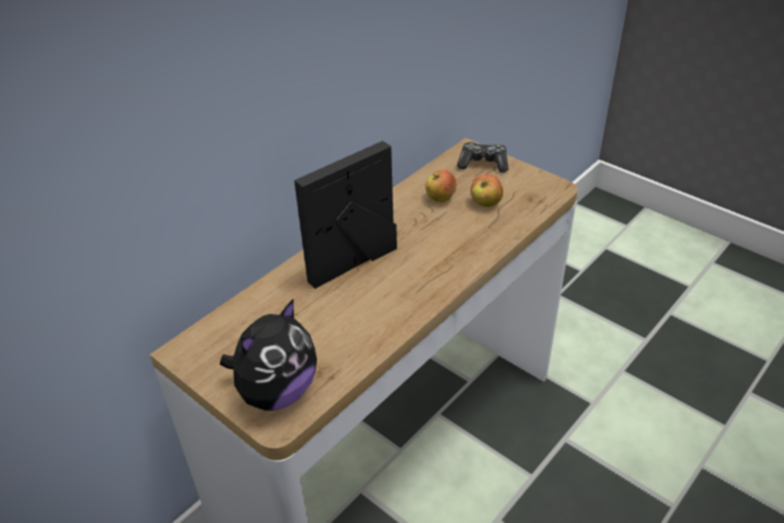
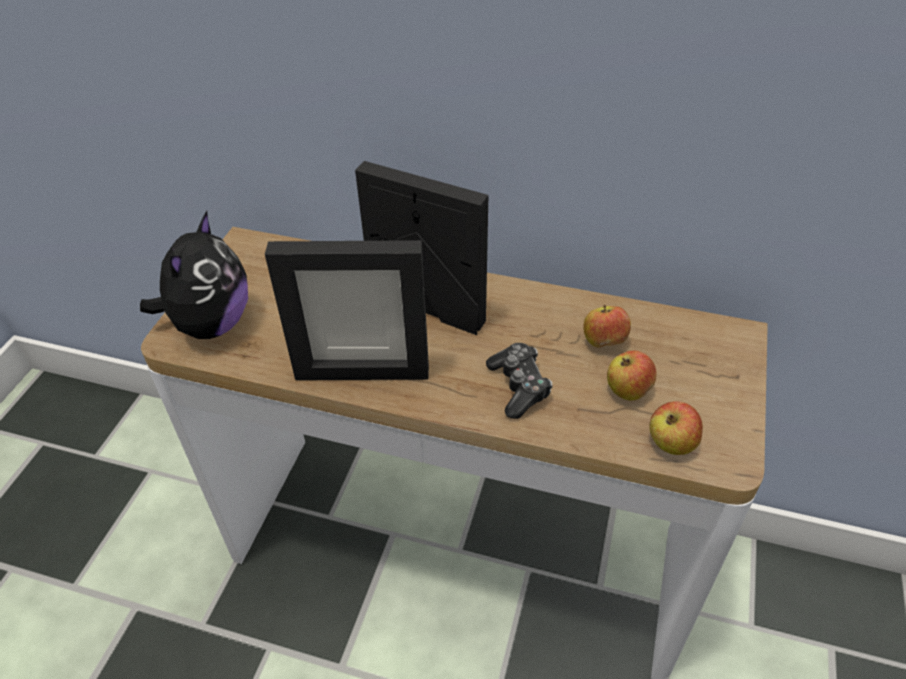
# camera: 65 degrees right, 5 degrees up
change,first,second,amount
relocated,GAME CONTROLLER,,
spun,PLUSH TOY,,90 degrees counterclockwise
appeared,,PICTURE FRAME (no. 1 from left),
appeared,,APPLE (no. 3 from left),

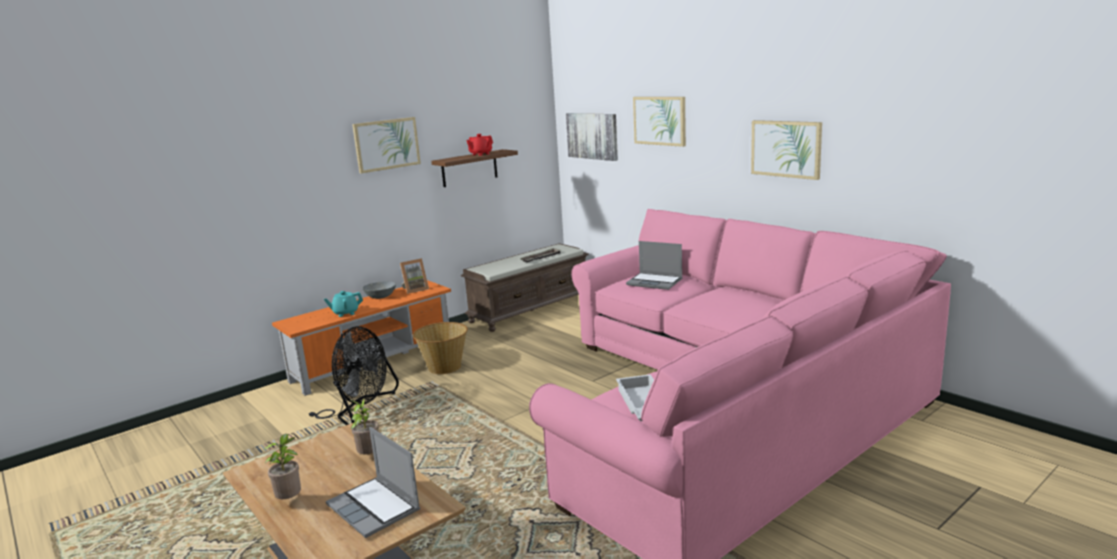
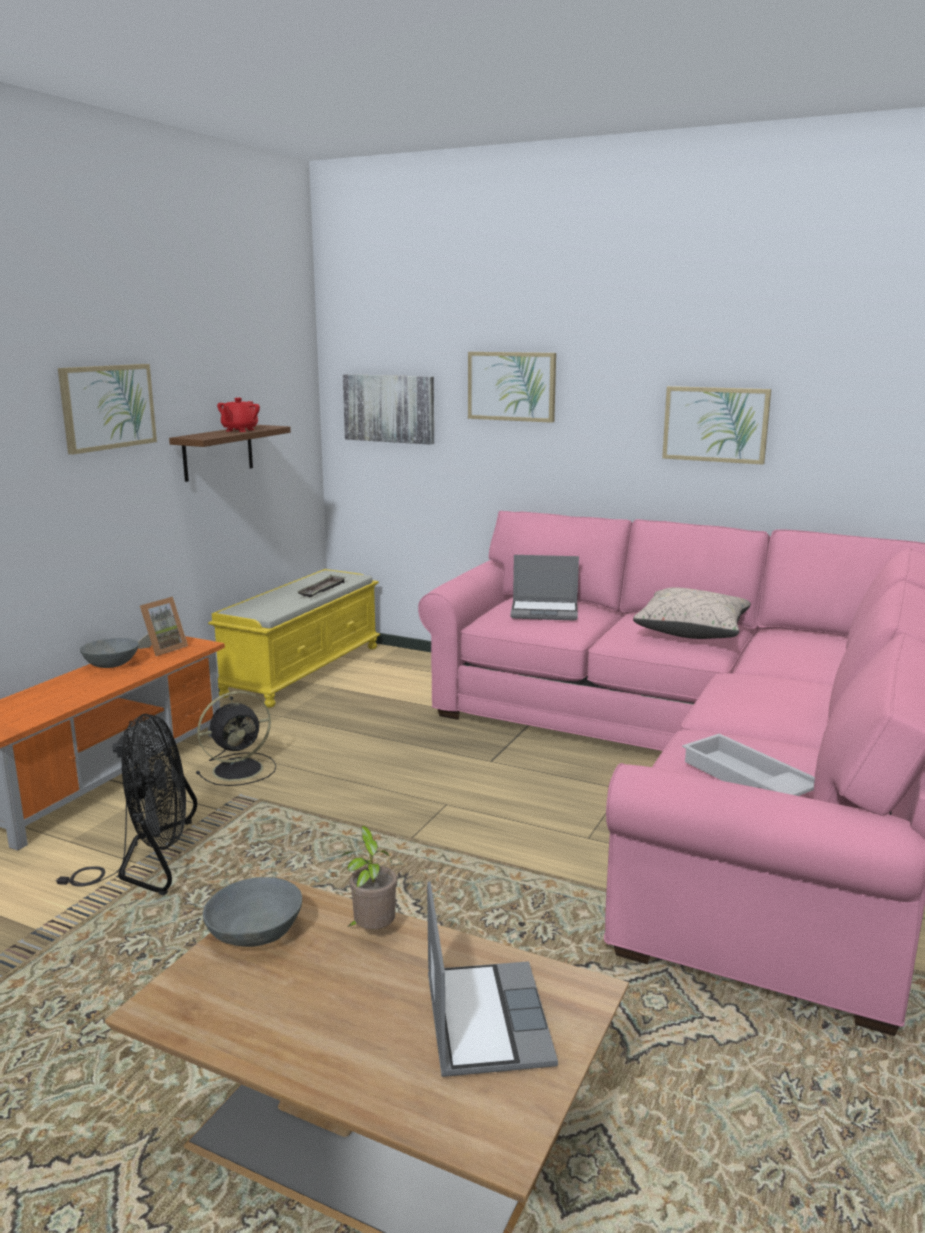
# camera: 25 degrees left, 0 degrees up
change,first,second,amount
colour,BROWN BENCH,YELLOW BENCH,
missing,TURQUOISE TEAPOT,,
exchanged,BASKET,BLACK FAN (no. 2 from left),
spun,LAPTOP (no. 1 from left),,120 degrees counterclockwise
missing,POTTED PLANT (no. 1 from left),,
appeared,,BEIGE PILLOW,
appeared,,GREY BOWL (no. 2 from left),

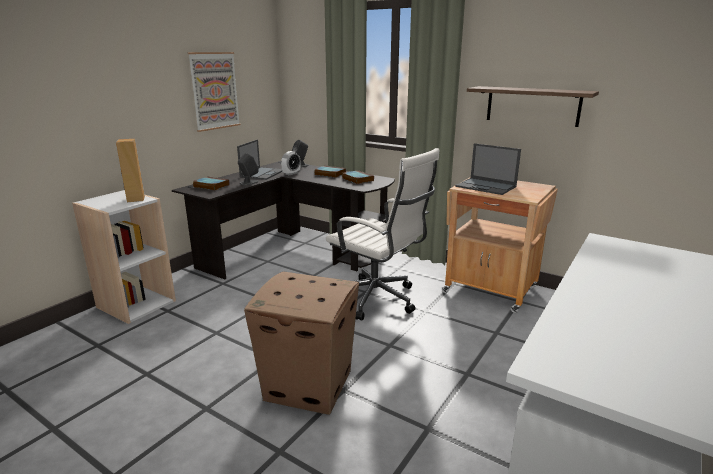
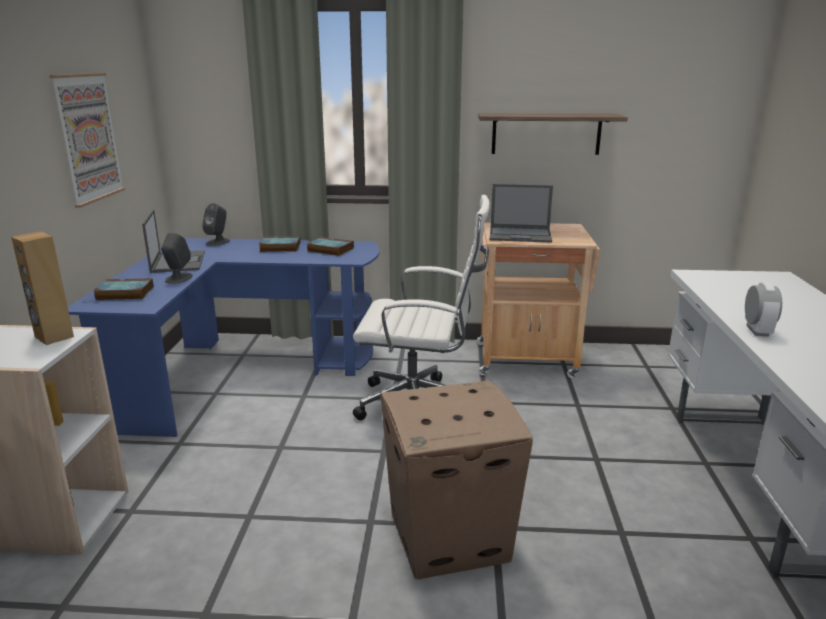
# camera: 30 degrees left, 0 degrees up
change,first,second,amount
relocated,ALARM CLOCK,,
colour,BLACK DESK,BLUE DESK,

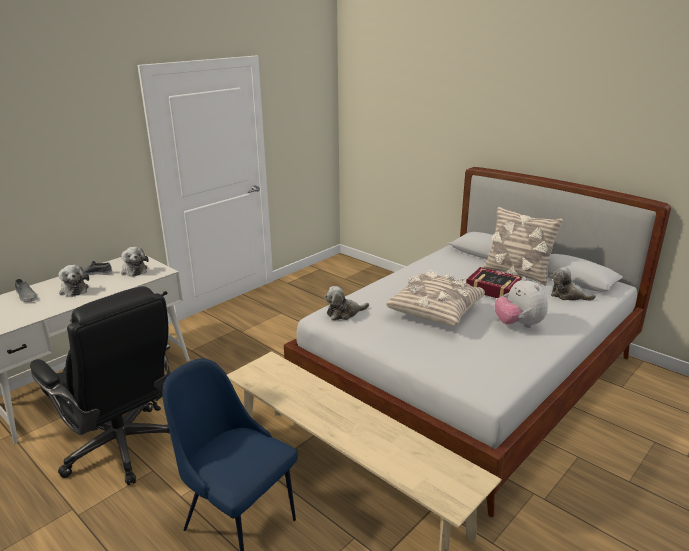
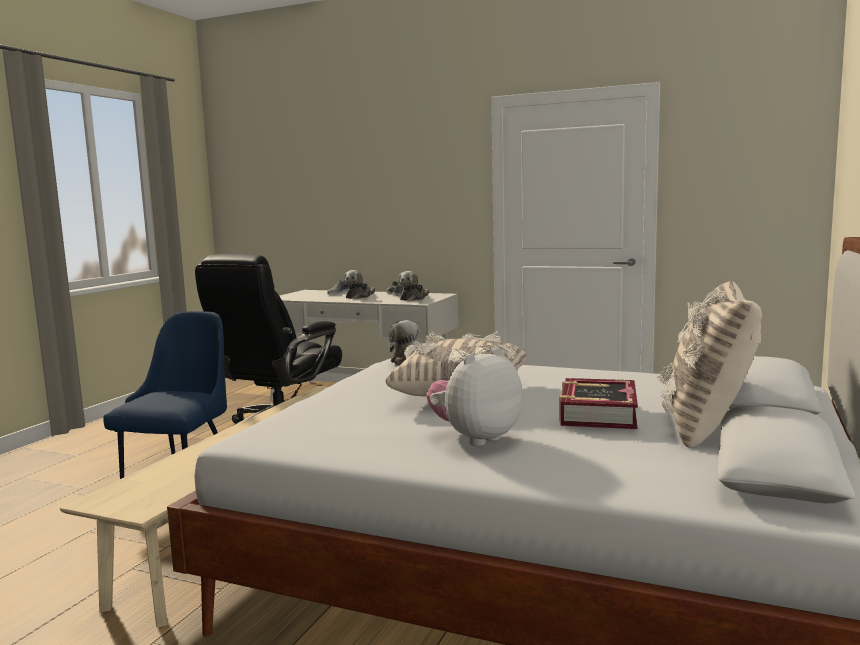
# camera: 70 degrees right, 15 degrees down
change,first,second,amount
missing,PLUSH TOY (no. 5 from left),,

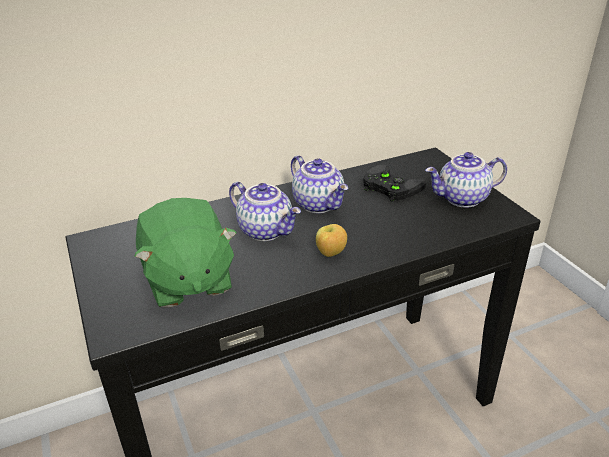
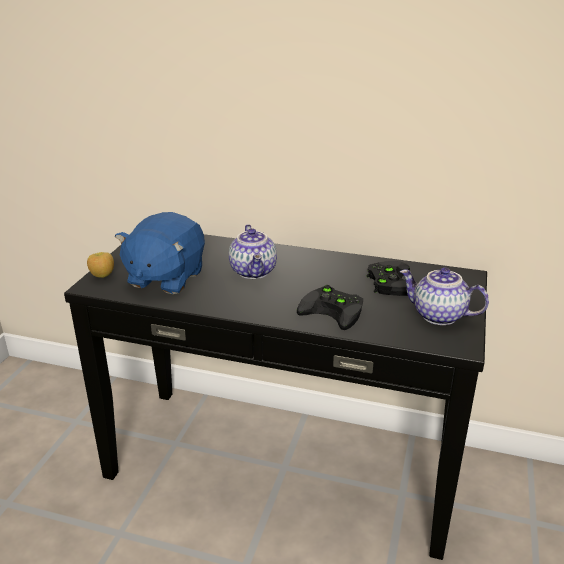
# camera: 40 degrees right, 5 degrees down
change,first,second,amount
missing,TEAPOT (no. 2 from left),,
colour,GREEN PLUSH TOY,BLUE PLUSH TOY,
relocated,APPLE,,
appeared,,BLACK GAME CONTROLLER (no. 1 from left),

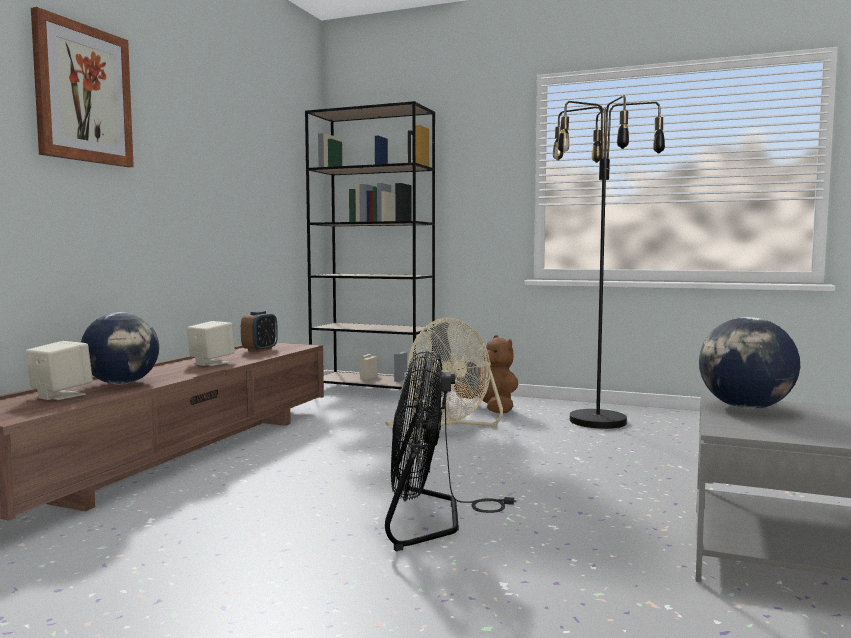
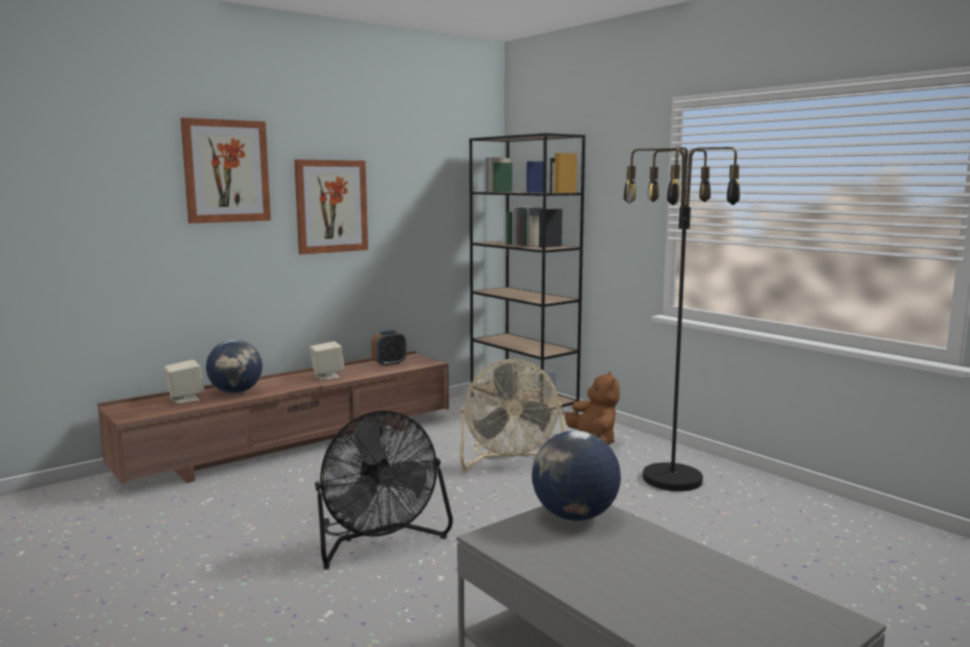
# camera: 30 degrees right, 5 degrees up
change,first,second,amount
spun,BLACK FAN,,150 degrees counterclockwise
appeared,,PICTURE (no. 2 from left),

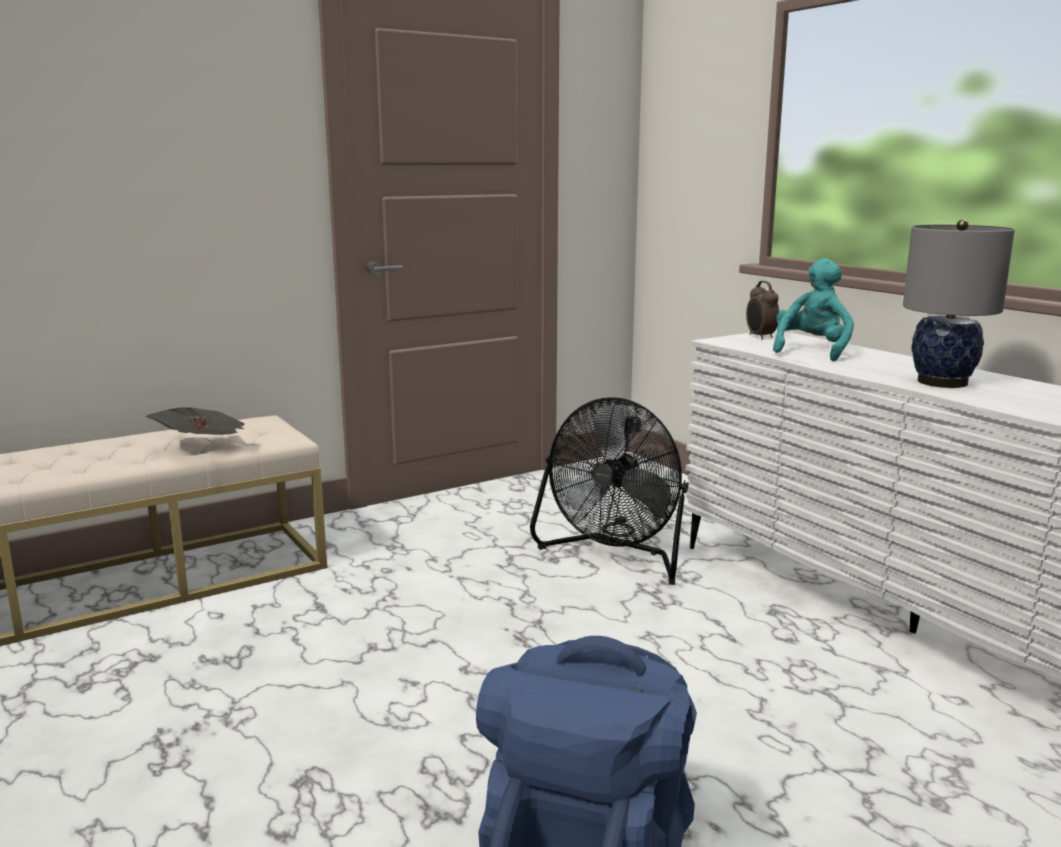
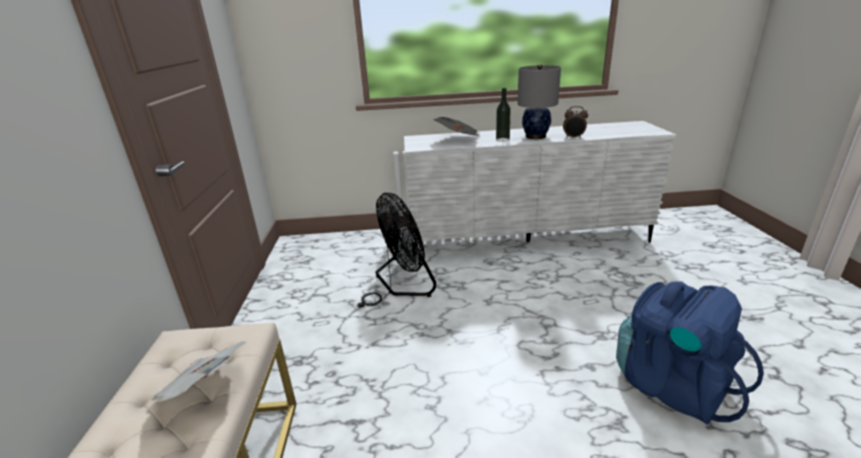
# camera: 60 degrees left, 10 degrees up
change,first,second,amount
exchanged,TURQUOISE PLUSH TOY,NEWSPAPER (no. 2 from left),
relocated,ALARM CLOCK,,
spun,BLACK FAN,,90 degrees counterclockwise
appeared,,BOTTLE,

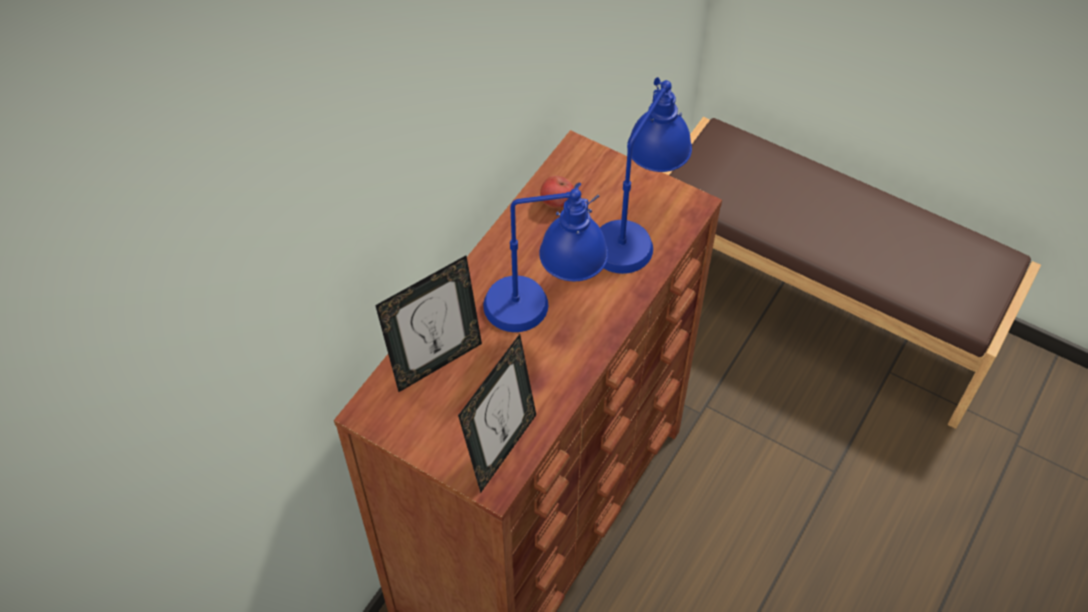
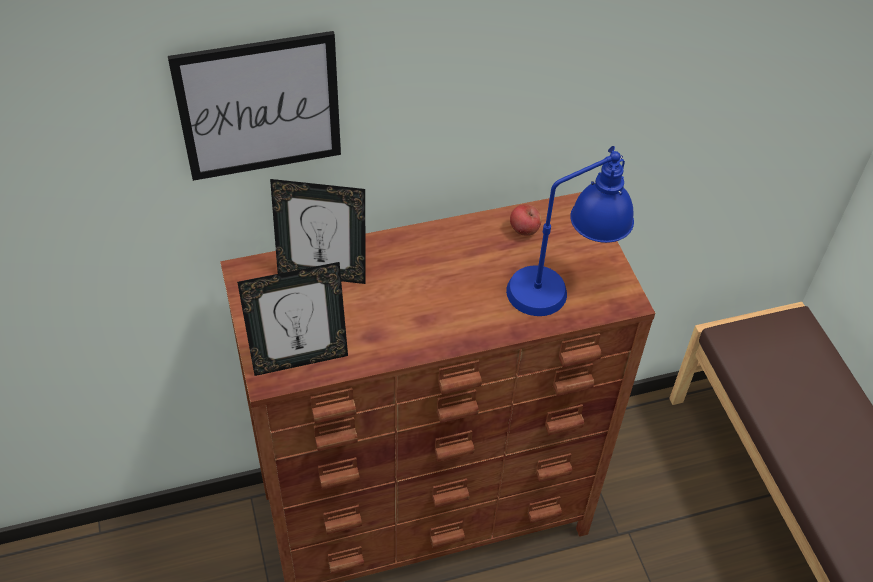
# camera: 40 degrees right, 5 degrees down
change,first,second,amount
missing,BLUE TABLE LAMP (no. 1 from left),,
appeared,,PICTURE,

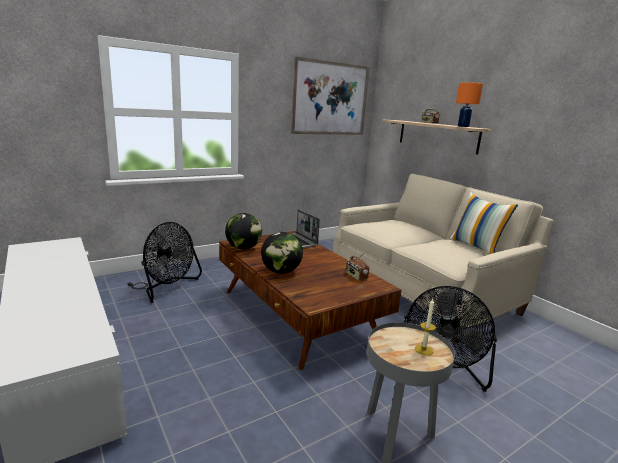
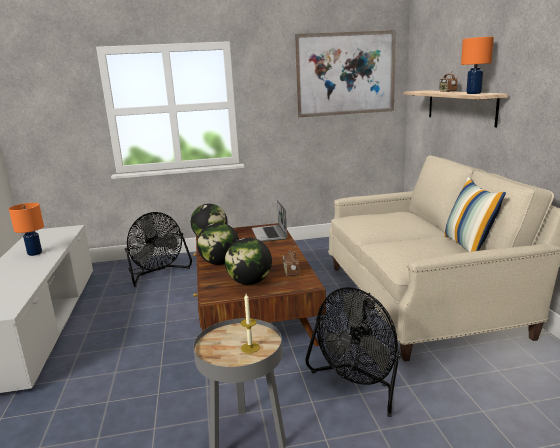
# camera: 25 degrees right, 0 degrees up
change,first,second,amount
appeared,,ORANGE TABLE LAMP (no. 1 from left),
appeared,,GLOBE (no. 3 from left),

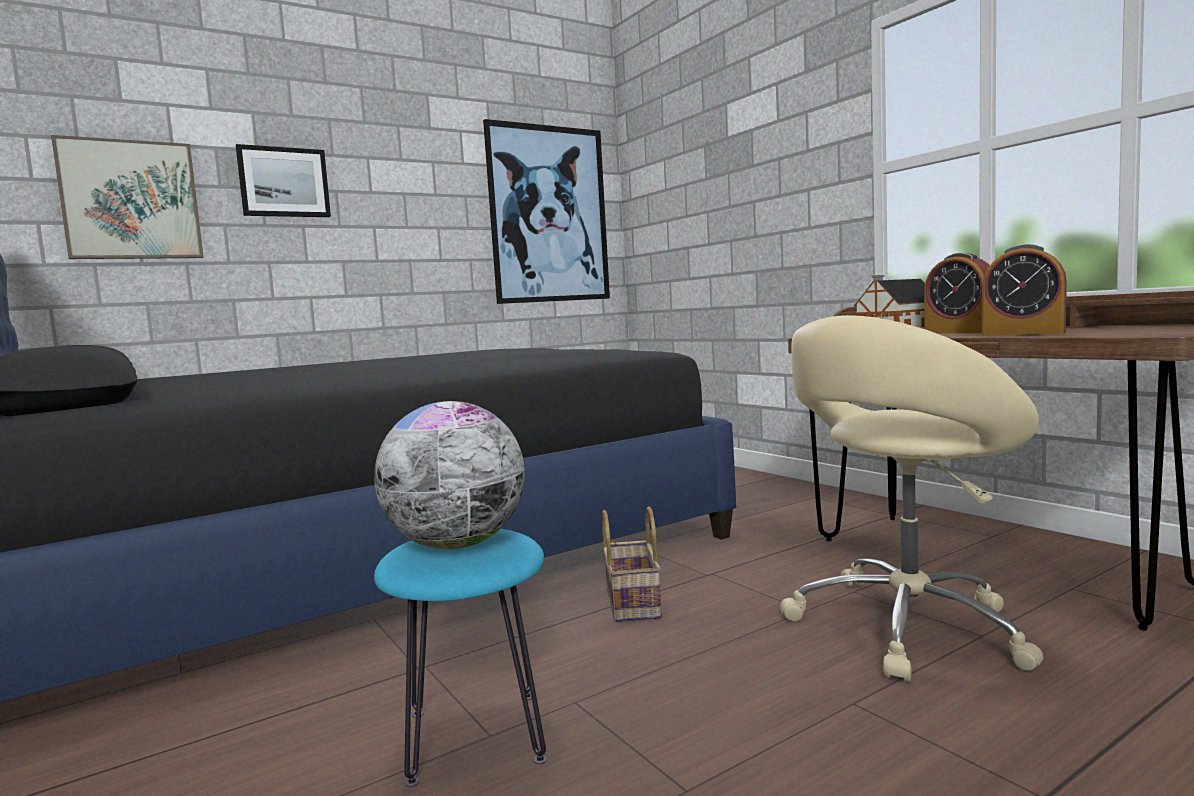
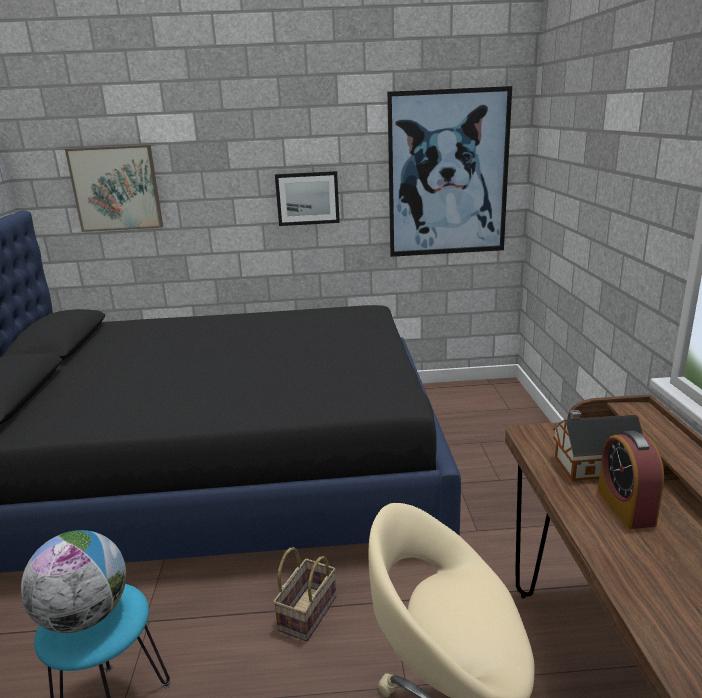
# camera: 30 degrees right, 15 degrees up
change,first,second,amount
relocated,PICTURE (no. 2 from left),,
missing,ALARM CLOCK (no. 2 from left),,

